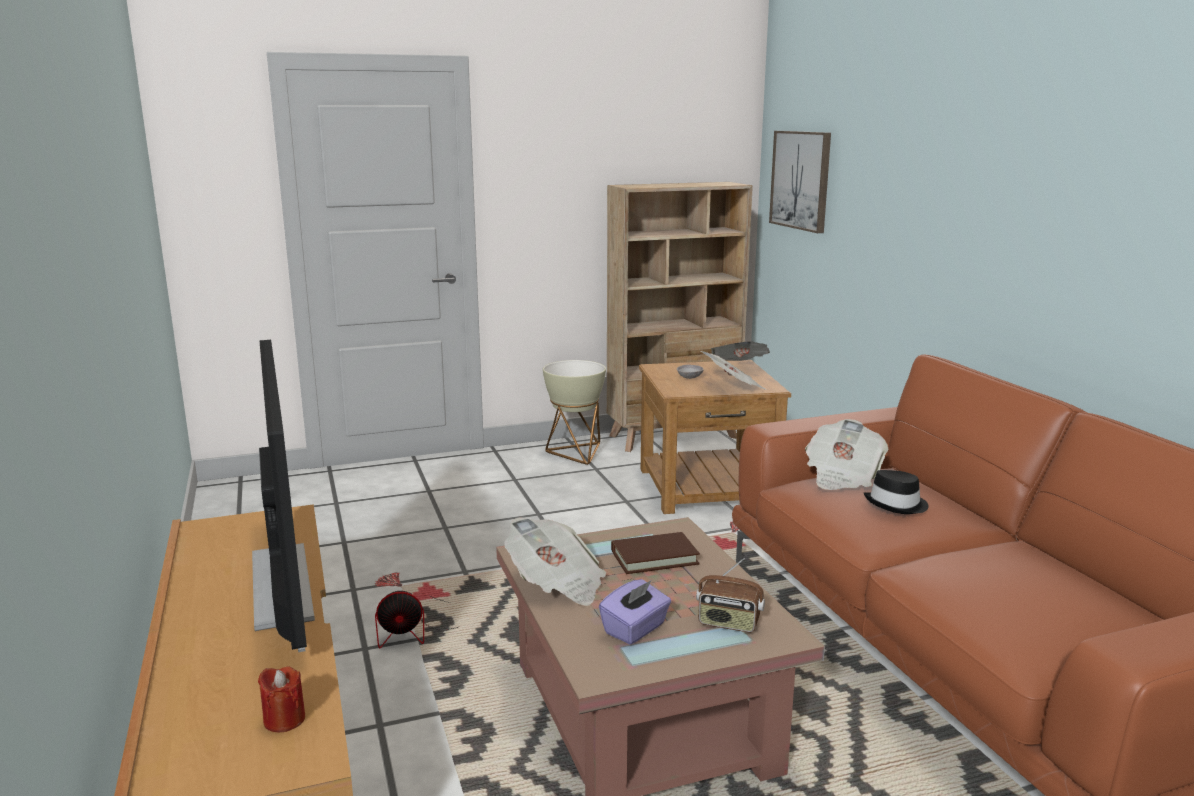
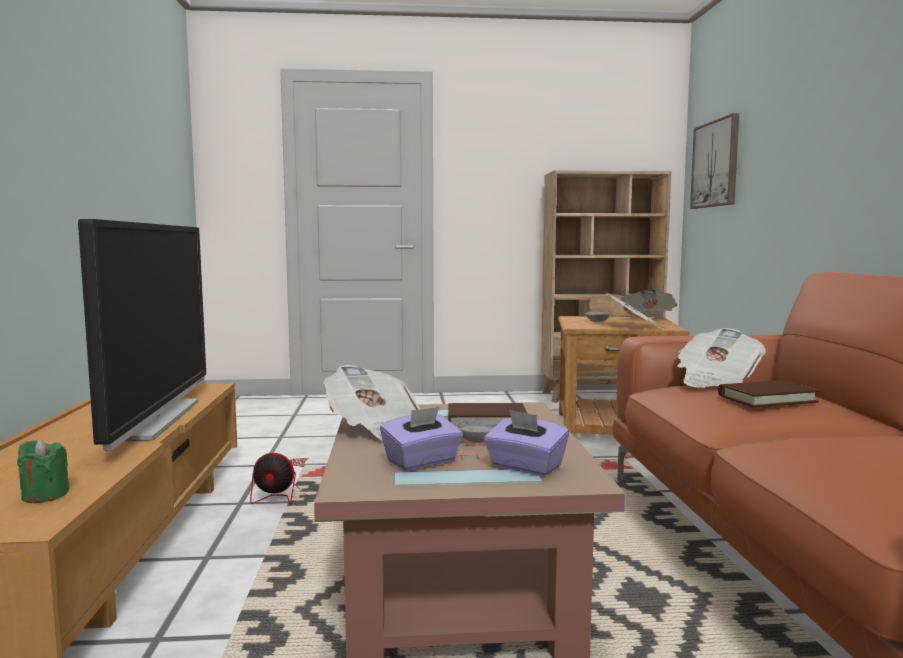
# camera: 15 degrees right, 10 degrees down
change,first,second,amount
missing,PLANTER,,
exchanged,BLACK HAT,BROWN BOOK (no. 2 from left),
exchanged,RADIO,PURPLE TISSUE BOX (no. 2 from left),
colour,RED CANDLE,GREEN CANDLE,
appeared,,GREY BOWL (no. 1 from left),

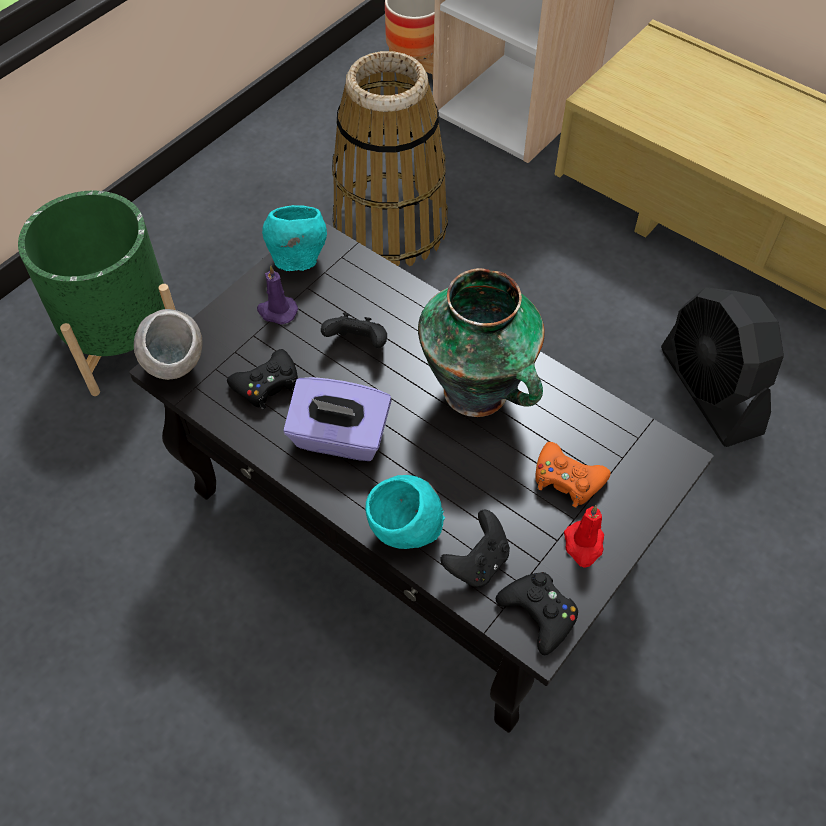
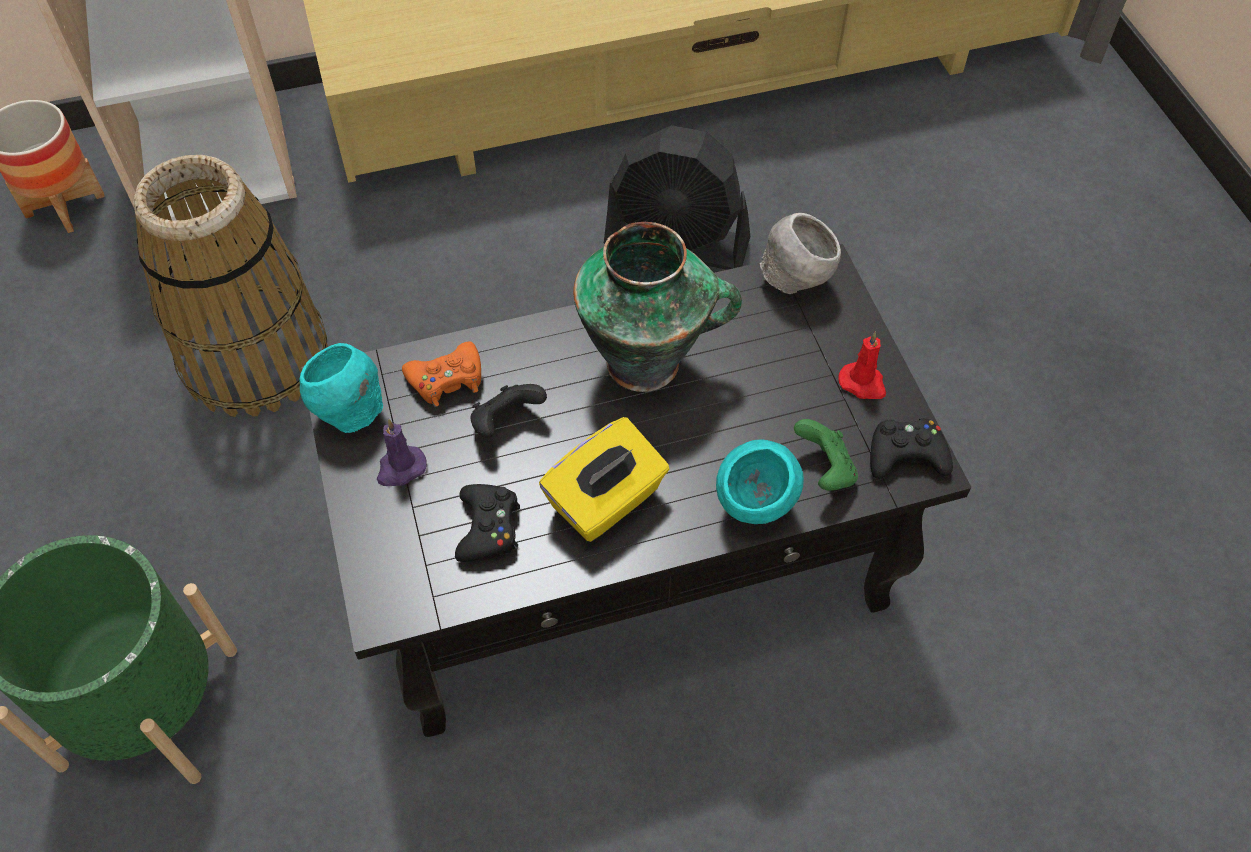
# camera: 55 degrees left, 0 degrees up
change,first,second,amount
relocated,GREY BOWL,,
colour,PURPLE TISSUE BOX,YELLOW TISSUE BOX,
relocated,ORANGE GAME CONTROLLER,,
colour,BLACK GAME CONTROLLER (no. 3 from left),GREEN GAME CONTROLLER,

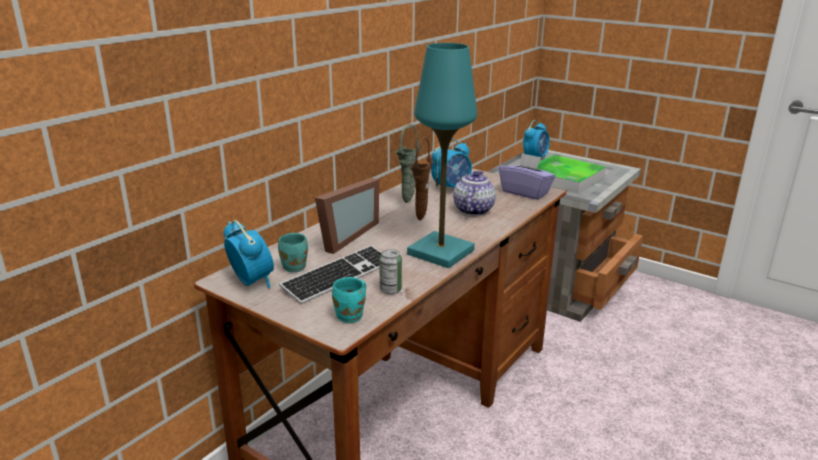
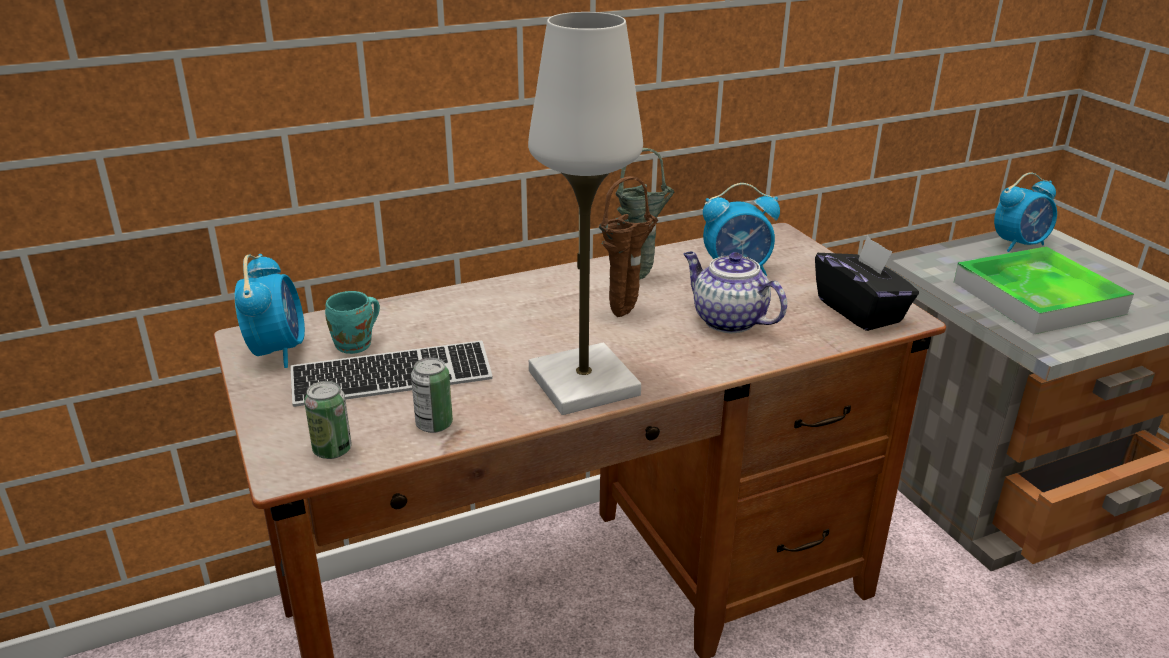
# camera: 30 degrees right, 5 degrees up
change,first,second,amount
colour,TURQUOISE TABLE LAMP,WHITE TABLE LAMP,
colour,PURPLE TISSUE BOX,BLACK TISSUE BOX,
spun,TEAPOT,,90 degrees counterclockwise
missing,PICTURE FRAME,,
exchanged,TURQUOISE MUG (no. 2 from left),CAN (no. 1 from left),

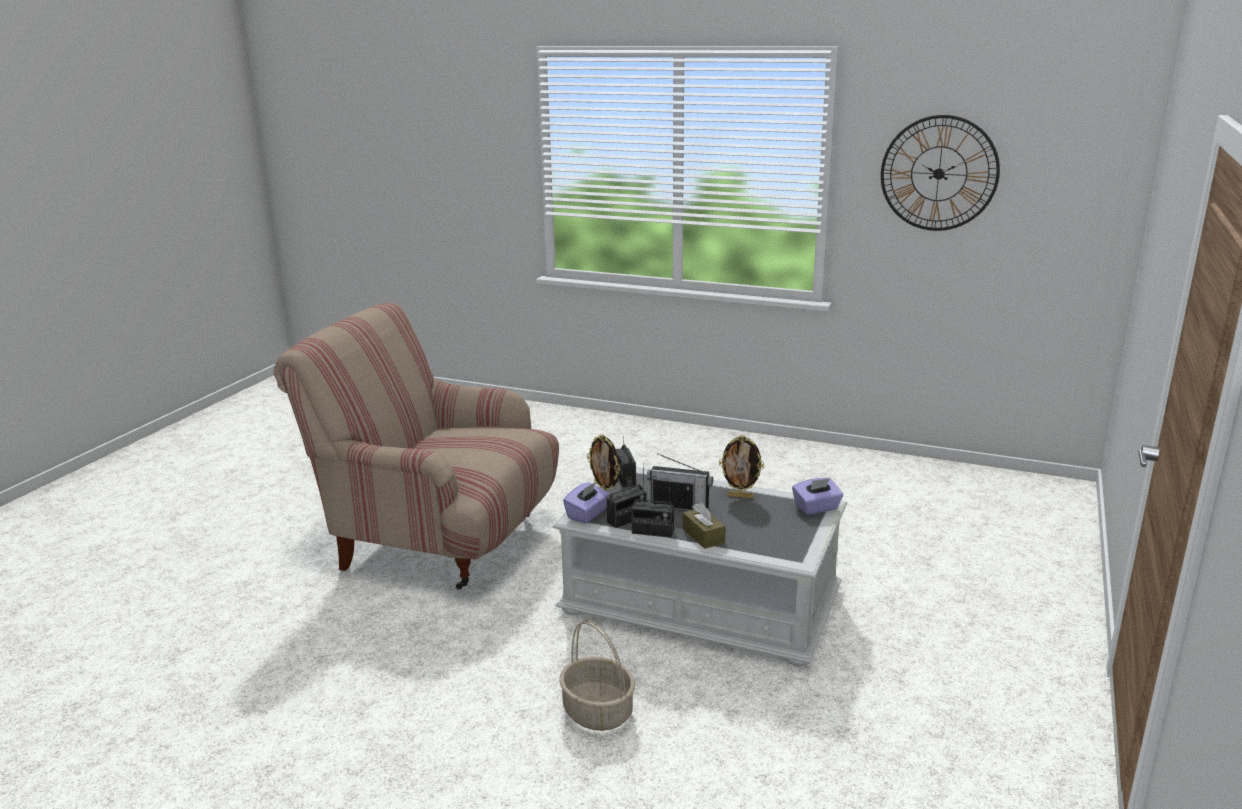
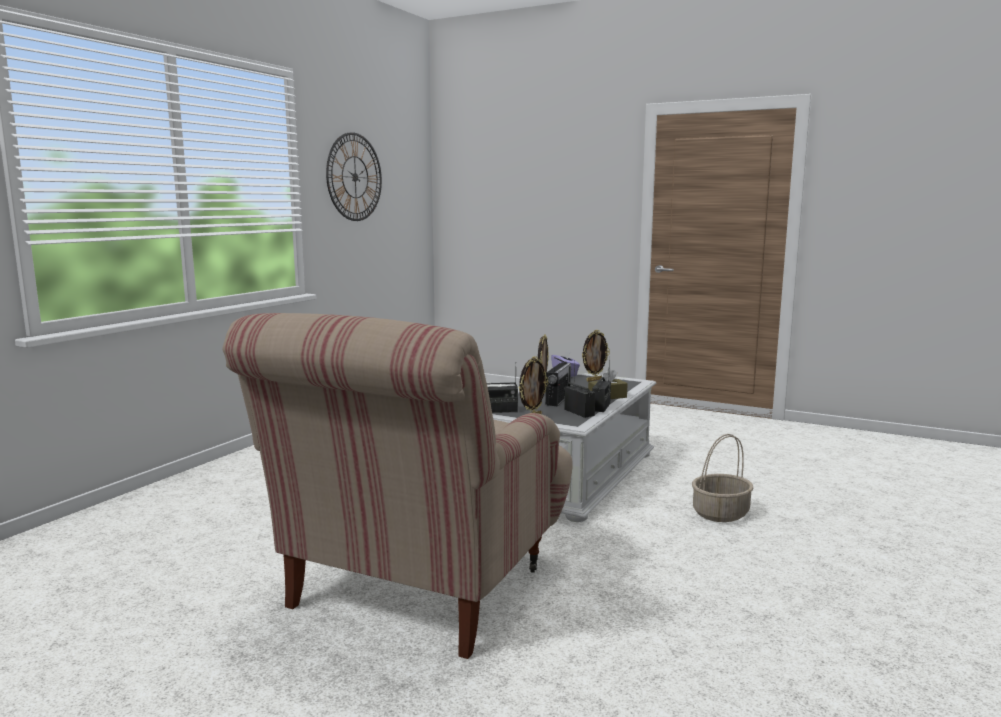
# camera: 85 degrees left, 10 degrees down
change,first,second,amount
missing,PURPLE TISSUE BOX (no. 1 from left),,
appeared,,PICTURE FRAME (no. 3 from left),

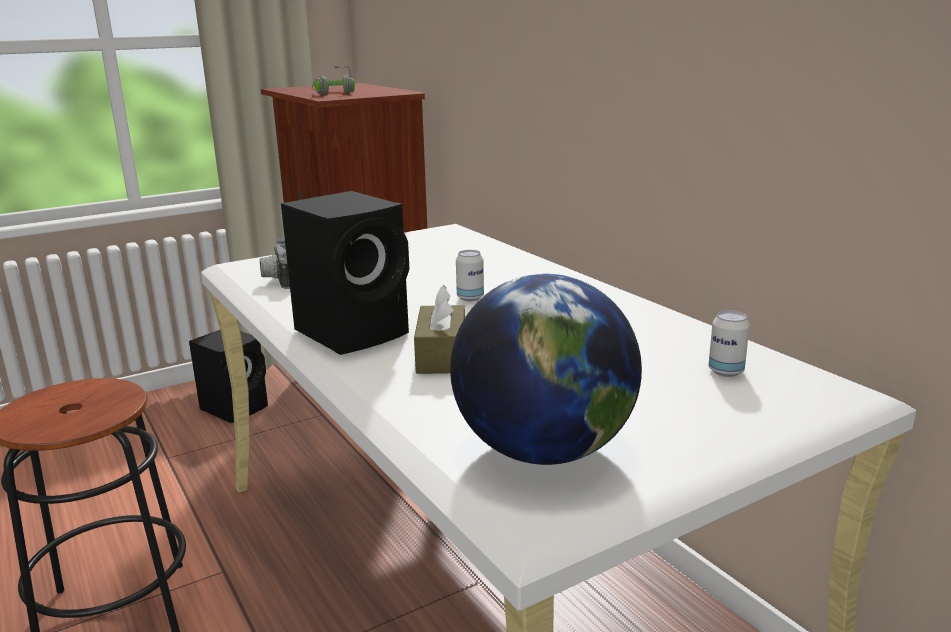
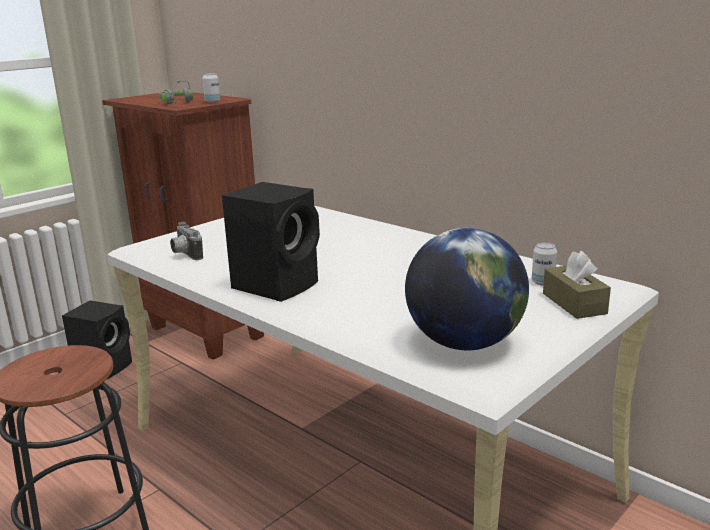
# camera: 15 degrees left, 0 degrees up
change,first,second,amount
relocated,CAN (no. 1 from left),,
relocated,BROWN TISSUE BOX,,

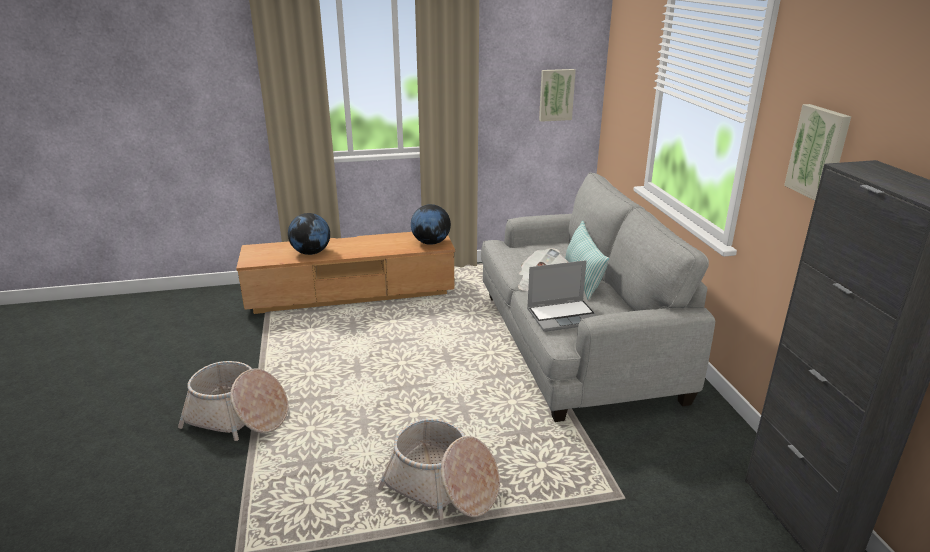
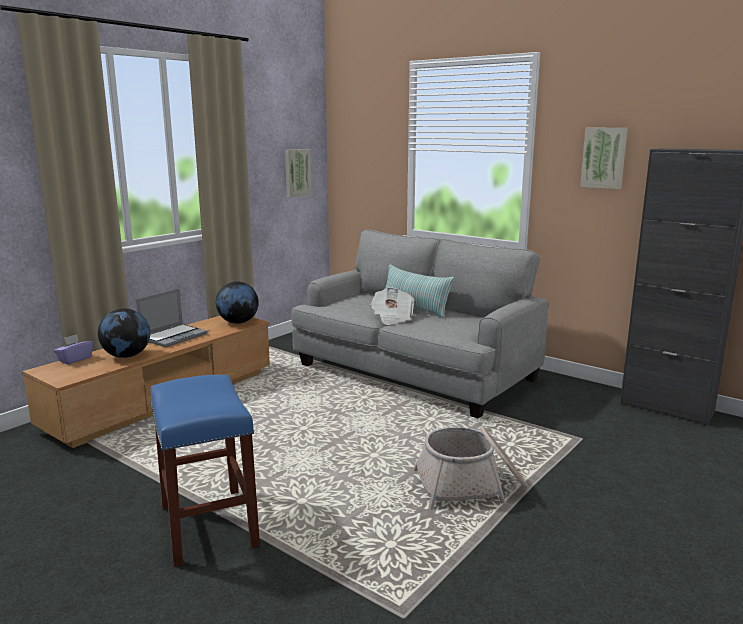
# camera: 40 degrees left, 10 degrees down
change,first,second,amount
relocated,LAPTOP,,
exchanged,BASKET (no. 1 from left),BLUE STOOL,
appeared,,PURPLE TISSUE BOX,

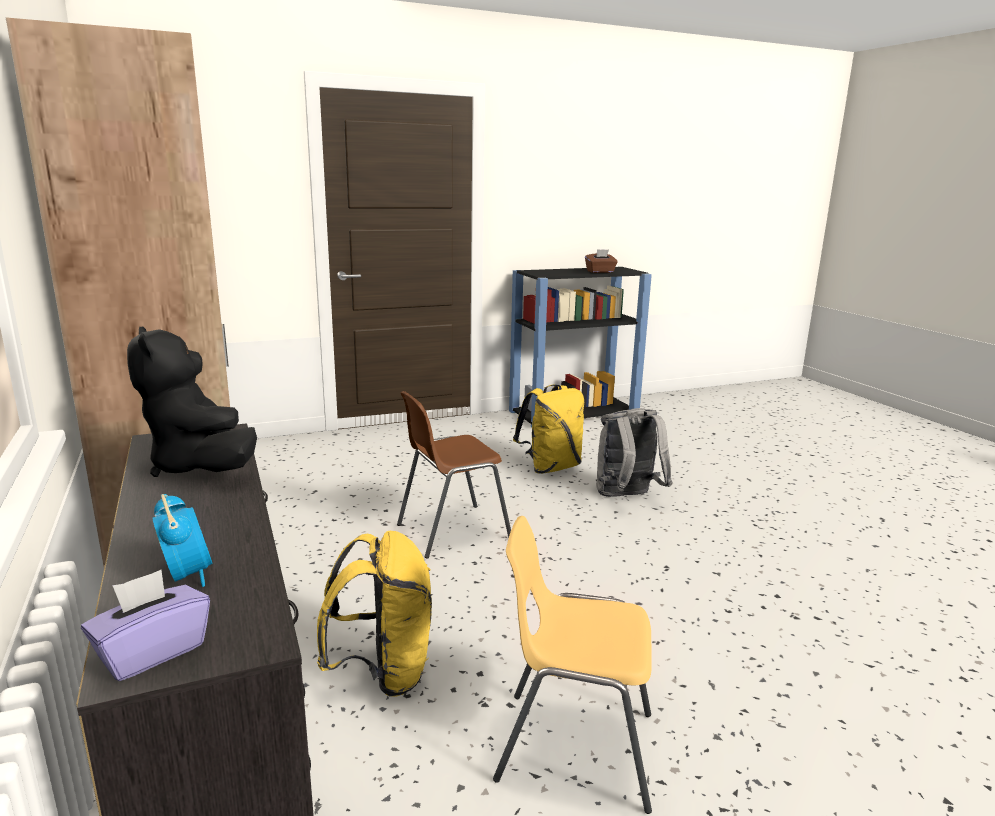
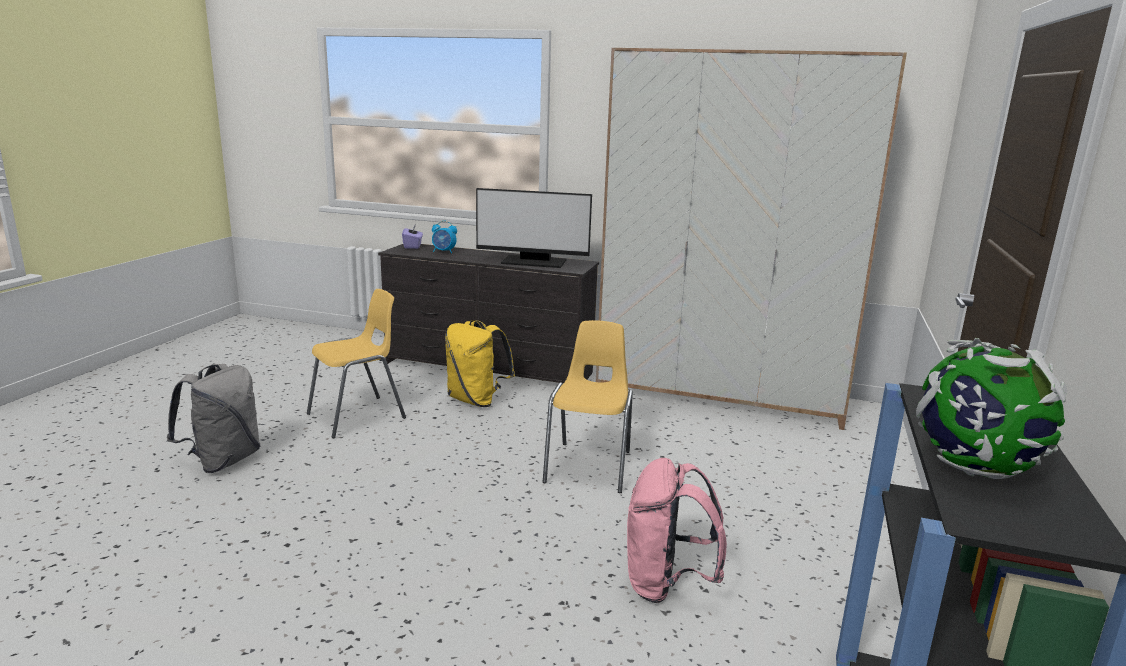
# camera: 130 degrees right, 0 degrees up
change,first,second,amount
exchanged,BROWN TISSUE BOX,GLOBE,
exchanged,BLACK PLUSH TOY,MONITOR,
colour,YELLOW BACKPACK (no. 2 from left),PINK BACKPACK,
colour,BROWN CHAIR,YELLOW CHAIR (no. 2 from left),
relocated,GREY BACKPACK,,

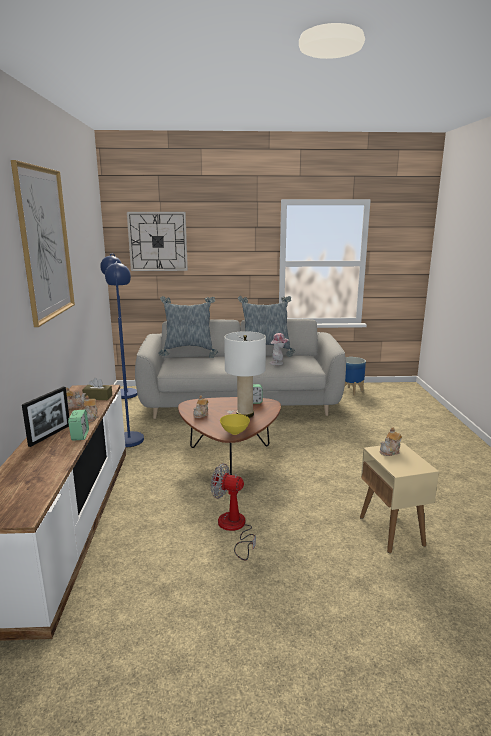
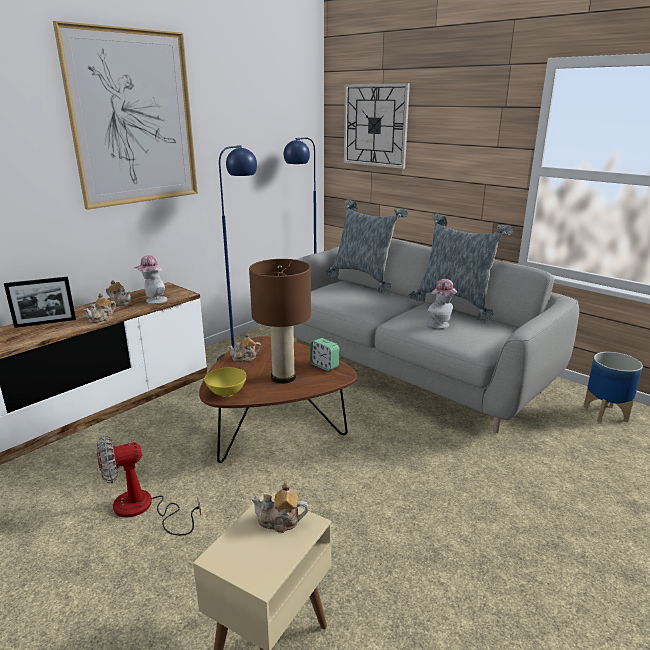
# camera: 45 degrees right, 5 degrees up
change,first,second,amount
colour,WHITE TABLE LAMP,BROWN TABLE LAMP,
exchanged,BROWN TISSUE BOX,HAT (no. 1 from left),
missing,ALARM CLOCK (no. 1 from left),,
spun,FAN,,90 degrees counterclockwise

